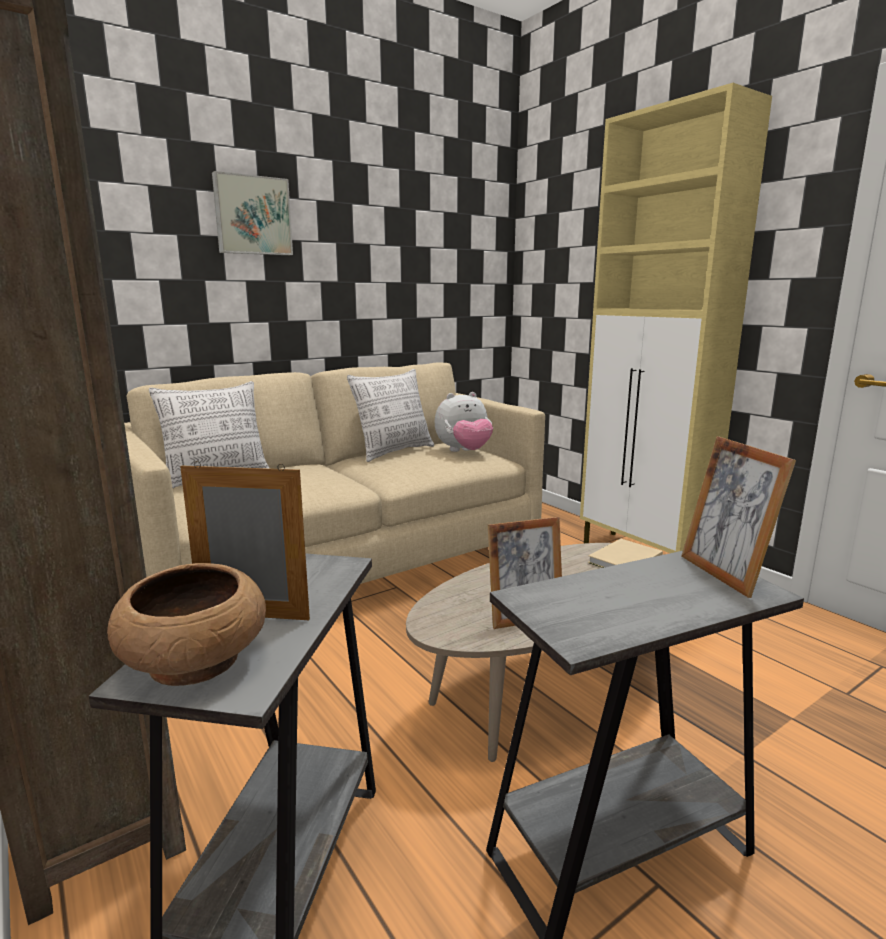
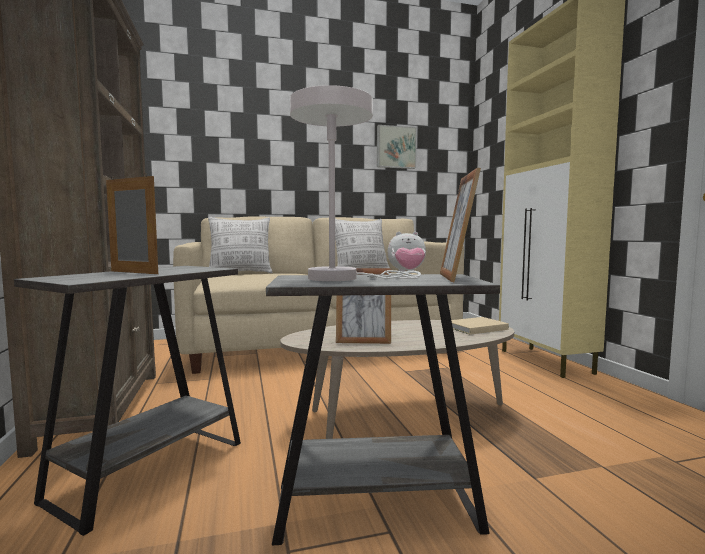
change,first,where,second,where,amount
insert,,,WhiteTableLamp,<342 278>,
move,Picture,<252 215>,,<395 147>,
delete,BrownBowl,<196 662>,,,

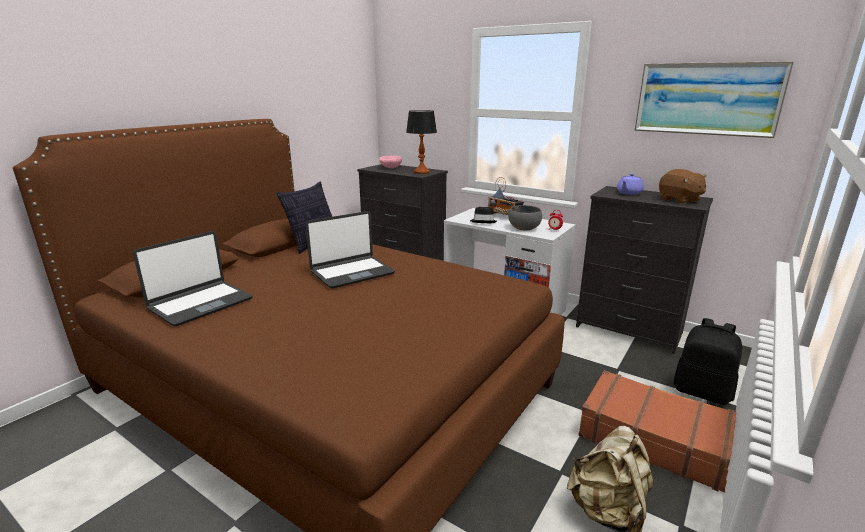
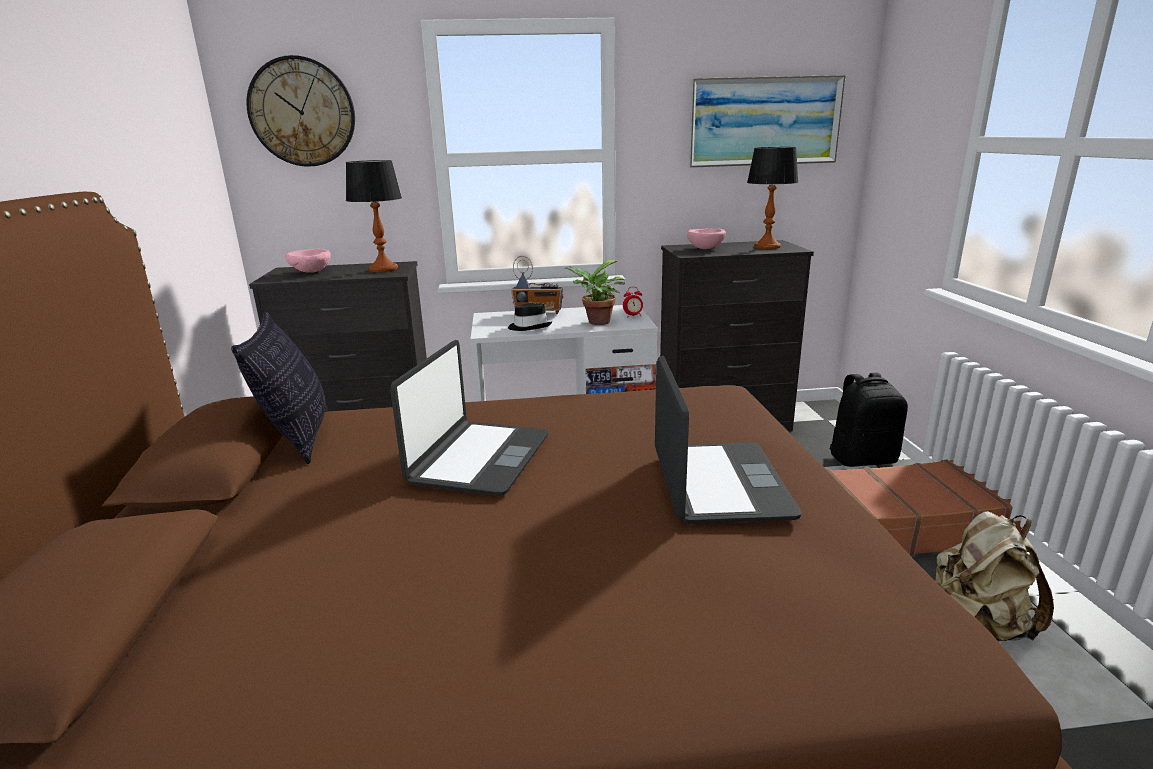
change,first,where,second,where,amount
insert,,,WallClock,<302 112>,
replace,GreyBowl,<524 228>,PottedPlant,<596 322>,
move,Laptop,<200 304>,,<718 483>,
replace,PurpleTeapot,<628 193>,PinkBowl,<706 248>,
replace,BrownPlushToy,<679 200>,TableLamp,<766 247>,

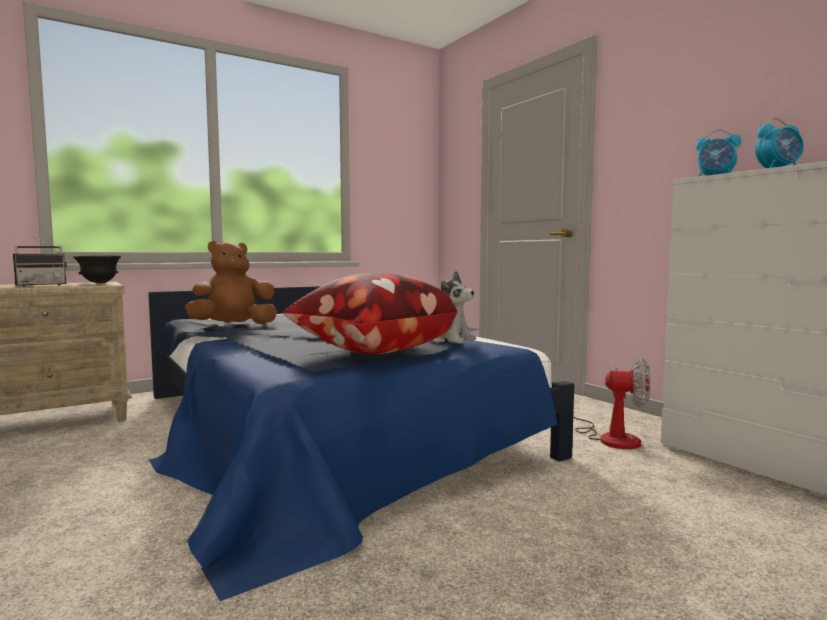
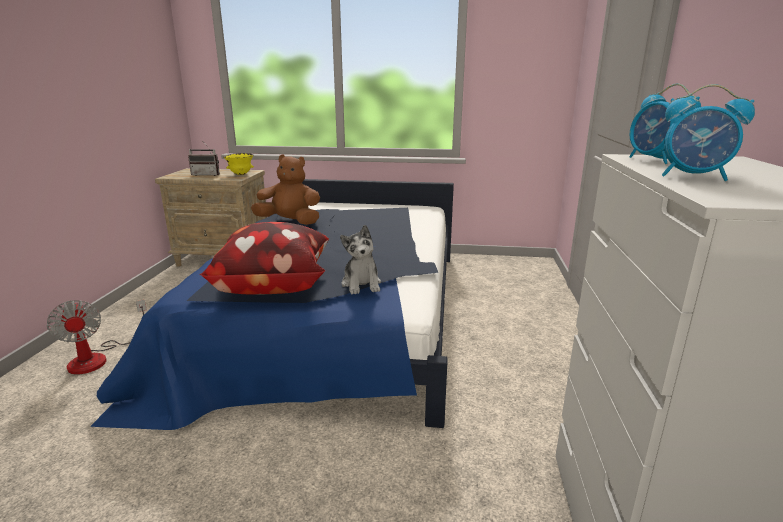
change,first,where,second,where,amount
move,Fan,<609 437>,,<98 357>,
recolor,BlackBowl,<99 283>,YellowBowl,<240 174>,

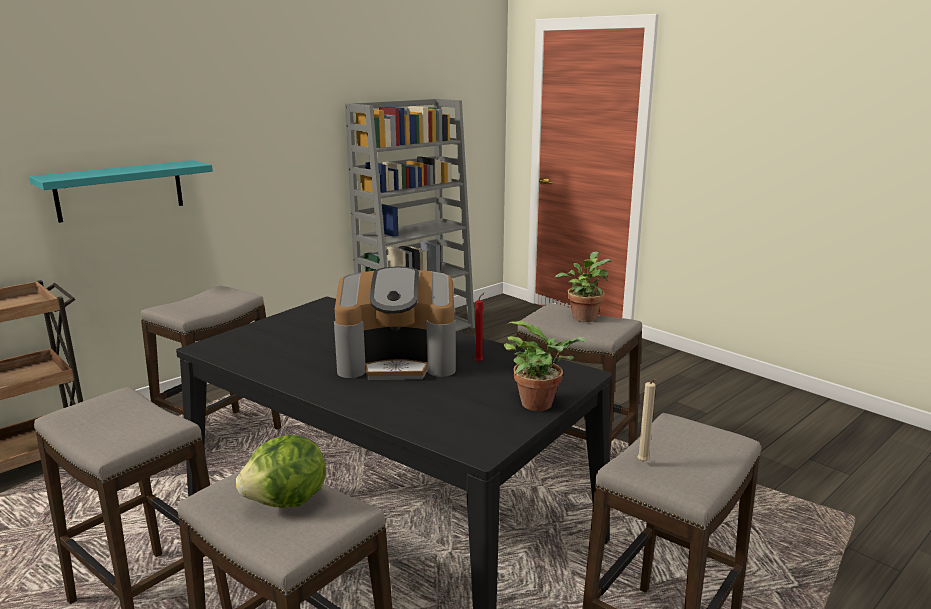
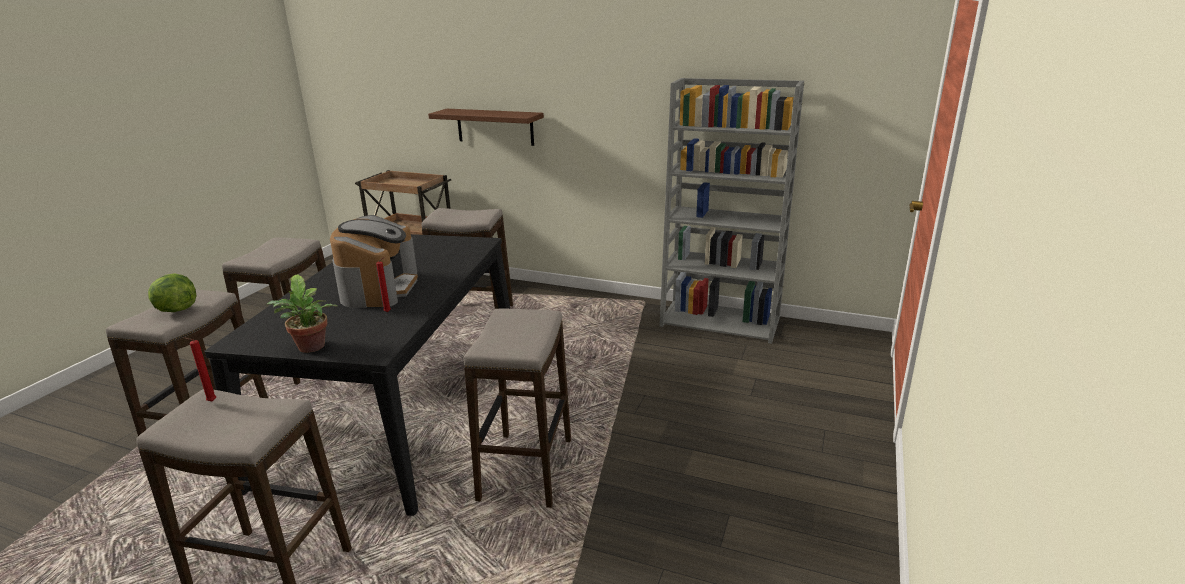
change,first,where,second,where,amount
recolor,BeigeCandle,<643 463>,RedCandle,<210 402>,
rotate,CoffeeMachine,<399 361>,,<379 288>,150 degrees counterclockwise
recolor,TurquoiseShelf,<120 190>,BrownShelf,<495 127>,
delete,PottedPlant,<583 317>,,,

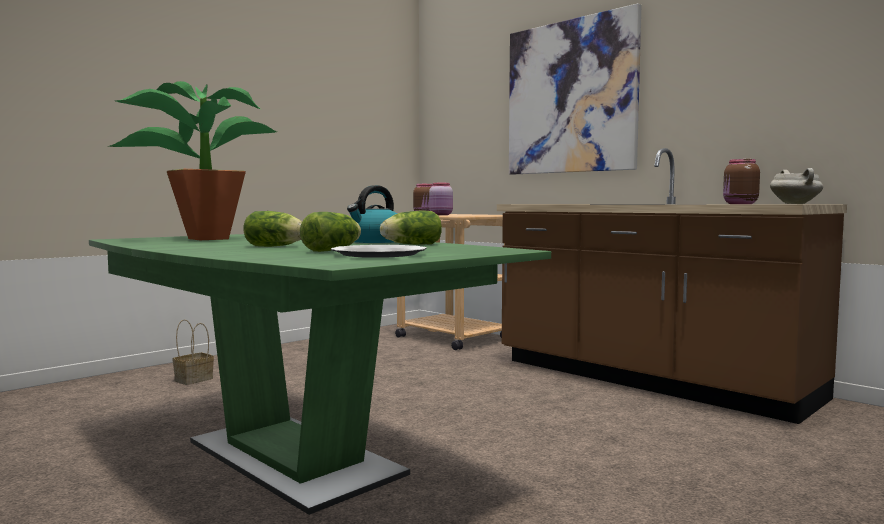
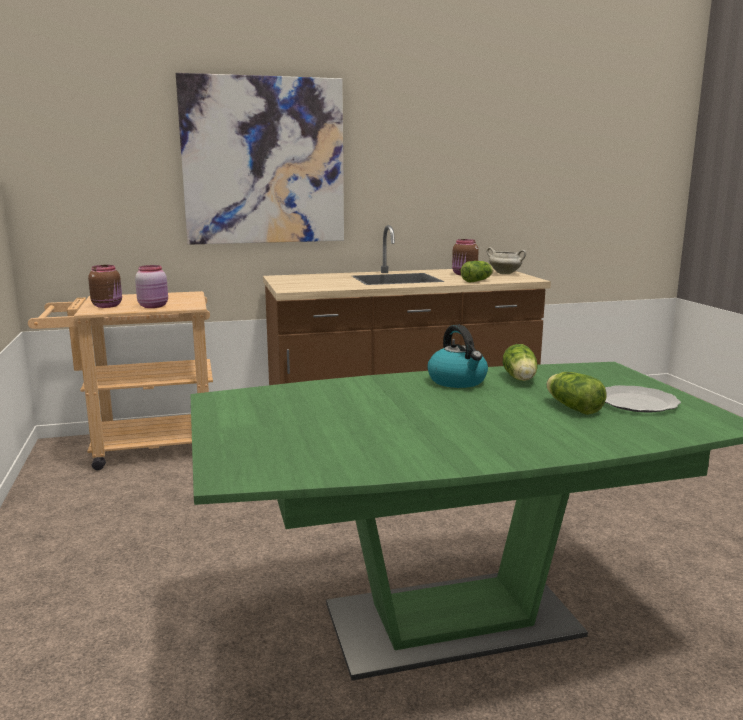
change,first,where,second,where,amount
move,Lettuce,<277 246>,,<478 281>,
delete,PottedPlant,<198 239>,,,
delete,Basket,<194 379>,,,

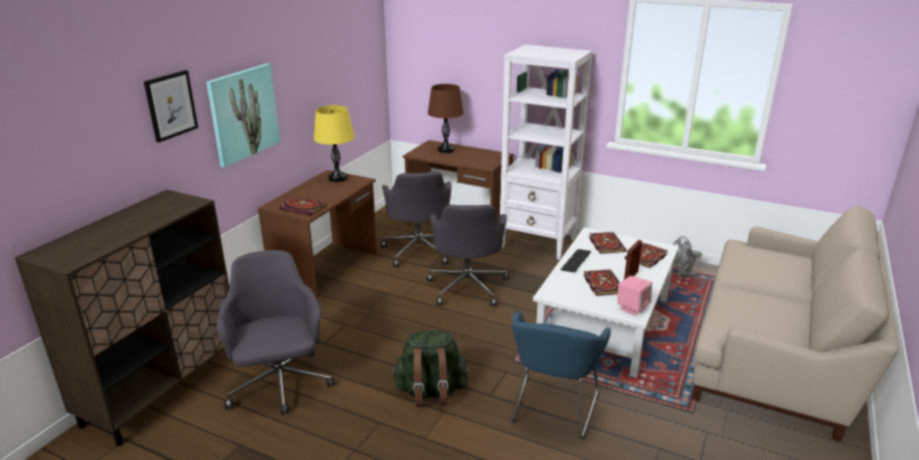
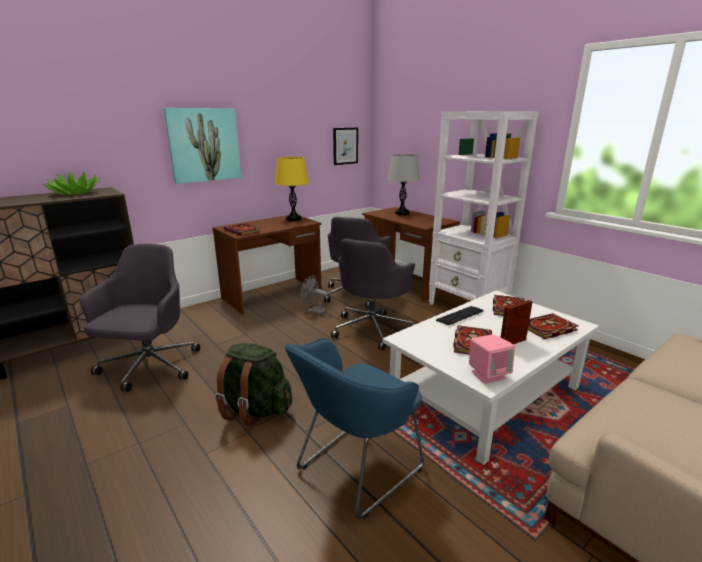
change,first,where,second,where,amount
insert,,,PottedPlant,<74 193>,
move,GreyFan,<681 274>,,<313 311>,
move,Picture,<171 105>,,<345 146>,
recolor,BrownTableLamp,<446 150>,GreyTableLamp,<402 213>,

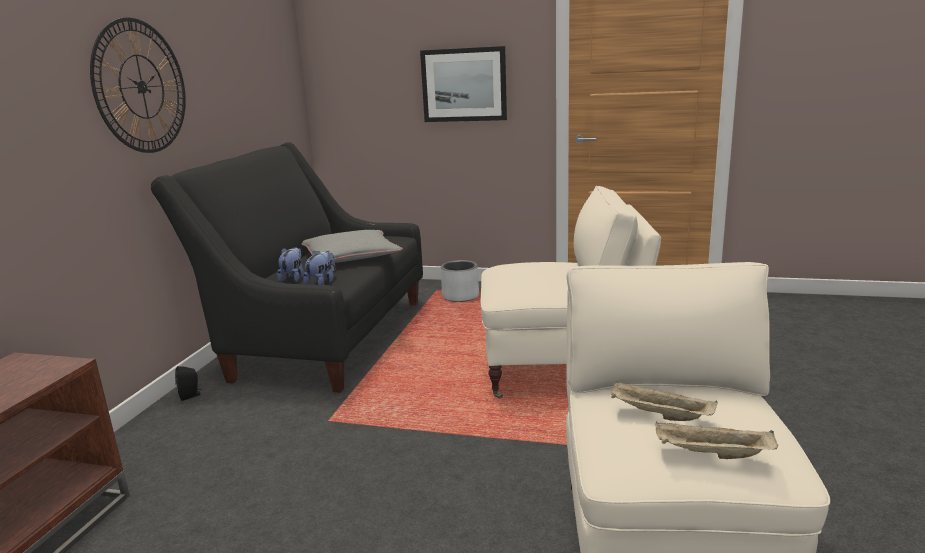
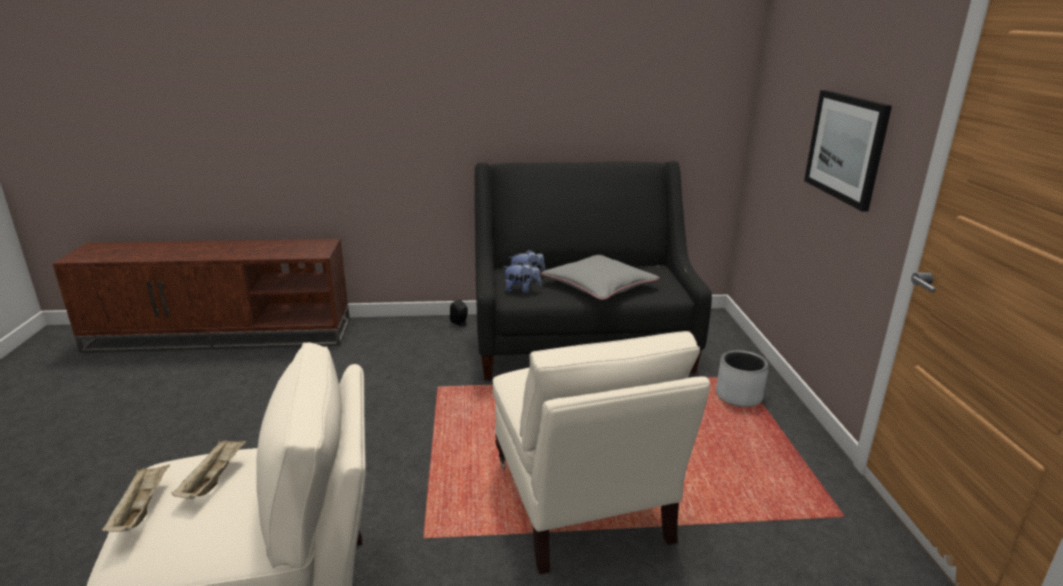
change,first,where,second,where,amount
delete,WallClock,<141 87>,,,

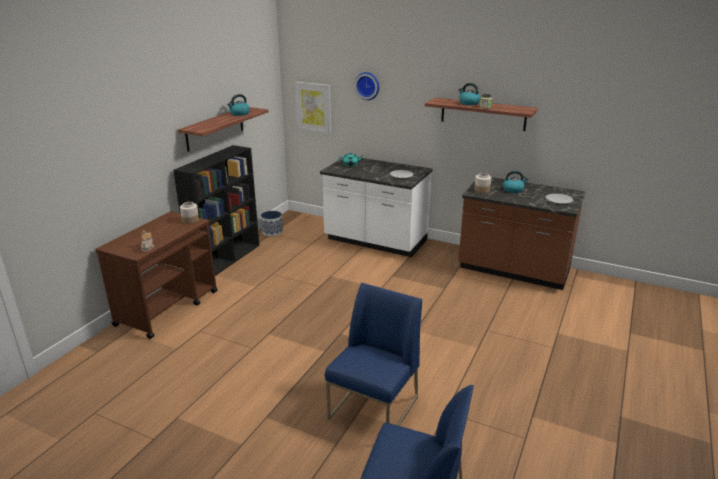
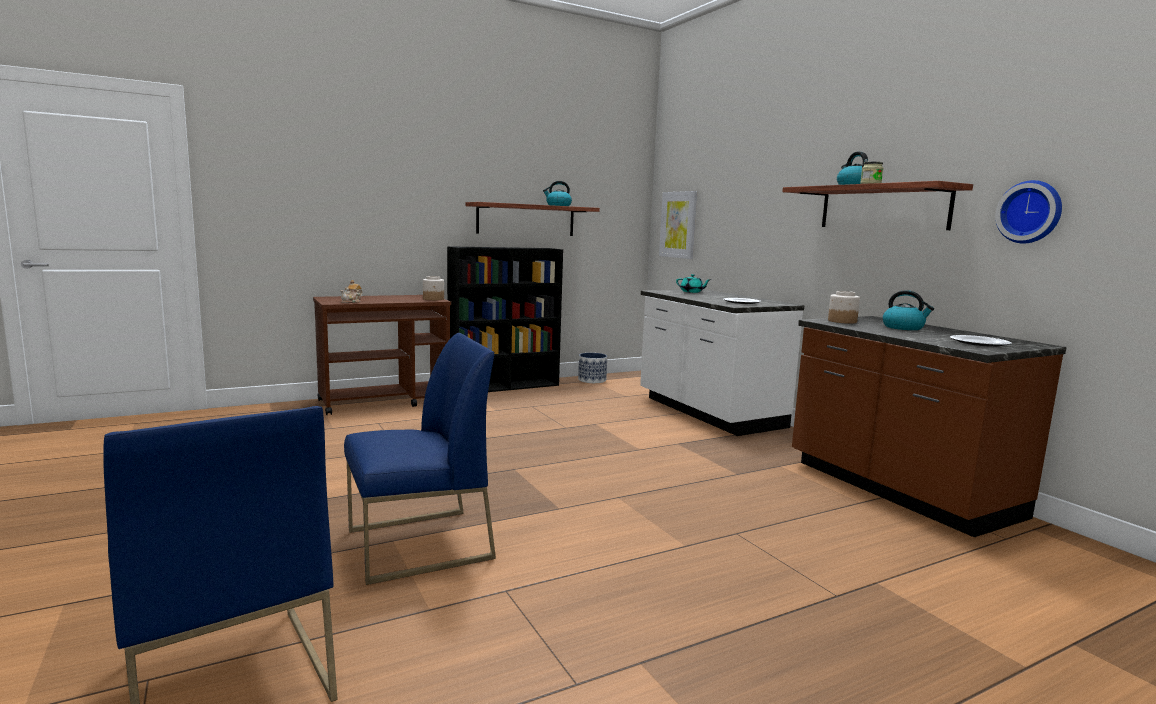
change,first,where,second,where,amount
move,WallClock,<367 85>,,<1030 212>,

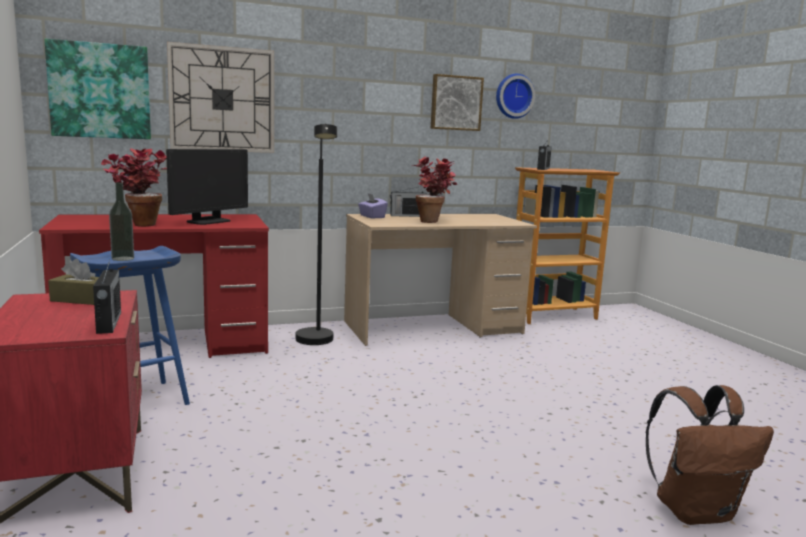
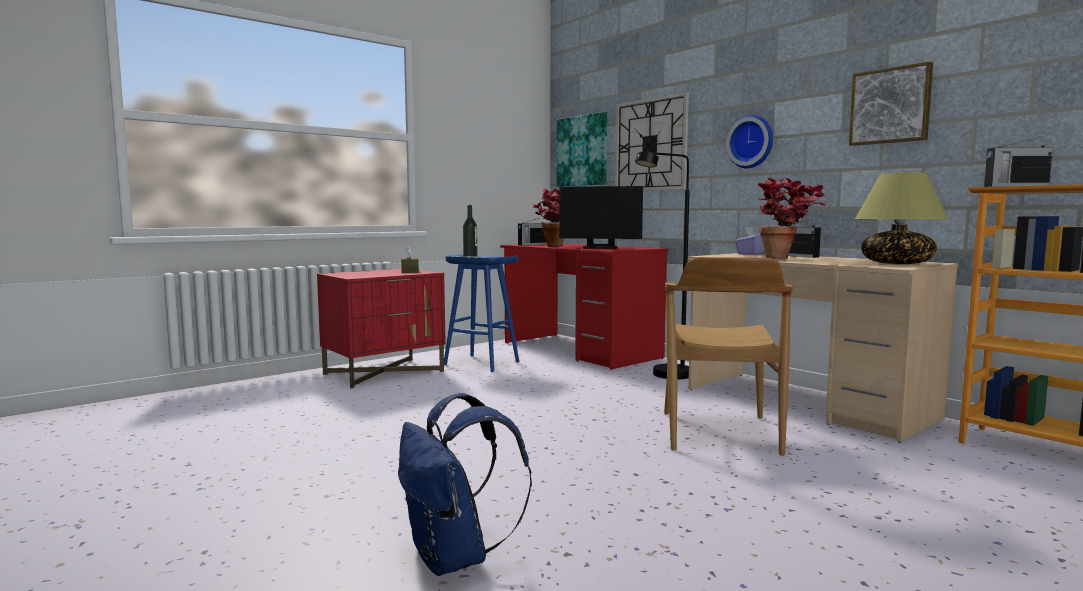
change,first,where,second,where,amount
recolor,BrownBackpack,<695 511>,BlueBackpack,<455 558>,
move,Radio,<108 323>,,<532 244>,
insert,,,BrownChair,<718 433>,
move,WallClock,<513 96>,,<752 142>,
insert,,,TableLamp,<897 263>,

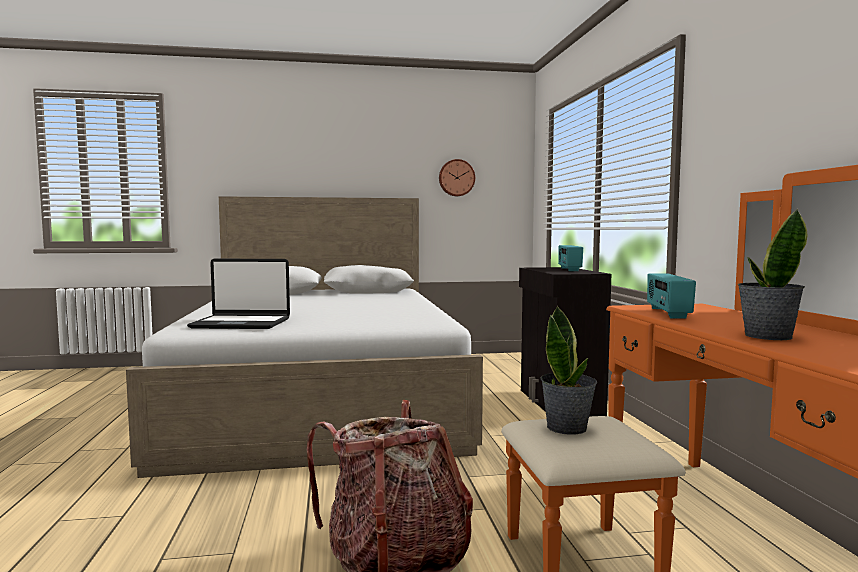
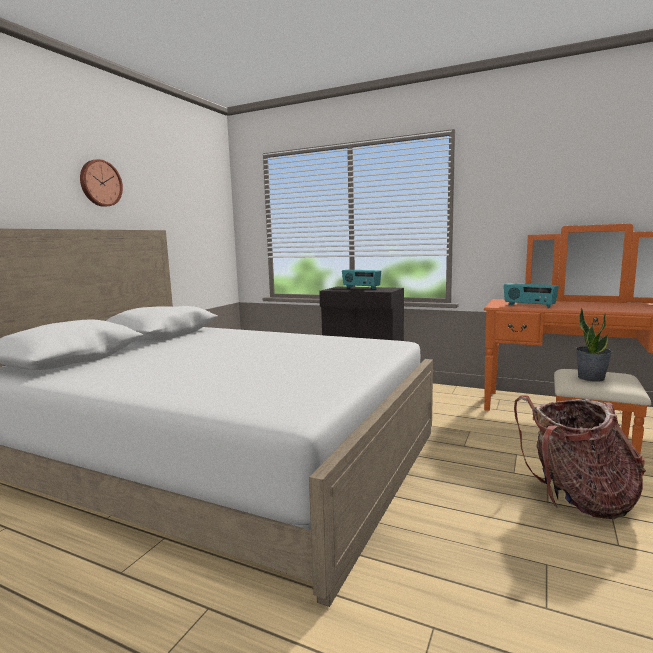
change,first,where,second,where,amount
move,WallClock,<456 178>,,<100 183>,
delete,Laptop,<241 323>,,,
delete,PottedPlant,<767 336>,,,

